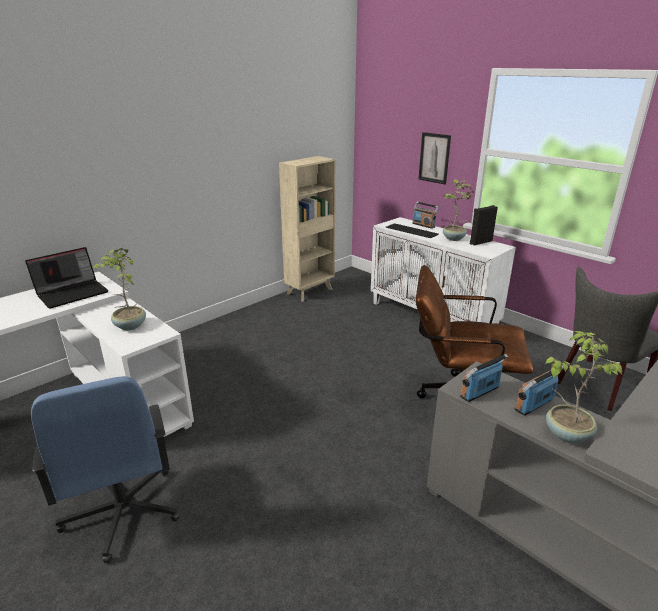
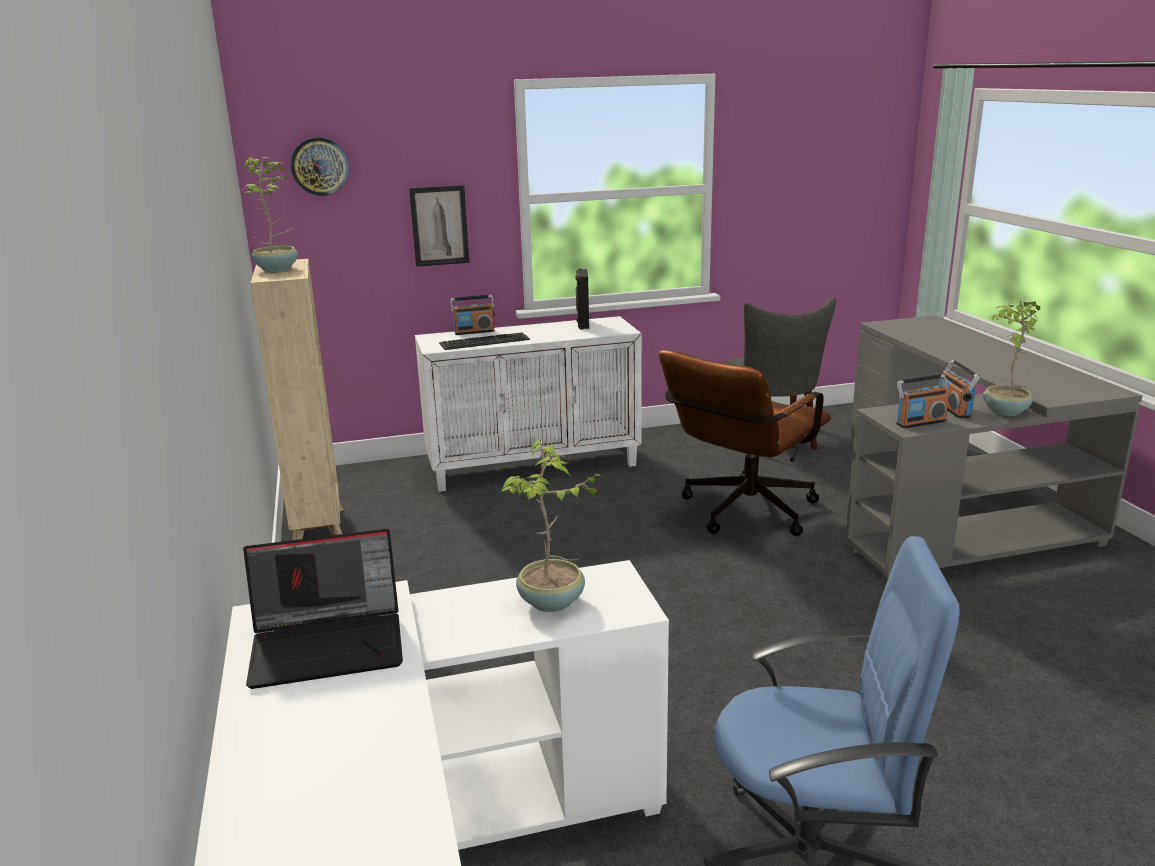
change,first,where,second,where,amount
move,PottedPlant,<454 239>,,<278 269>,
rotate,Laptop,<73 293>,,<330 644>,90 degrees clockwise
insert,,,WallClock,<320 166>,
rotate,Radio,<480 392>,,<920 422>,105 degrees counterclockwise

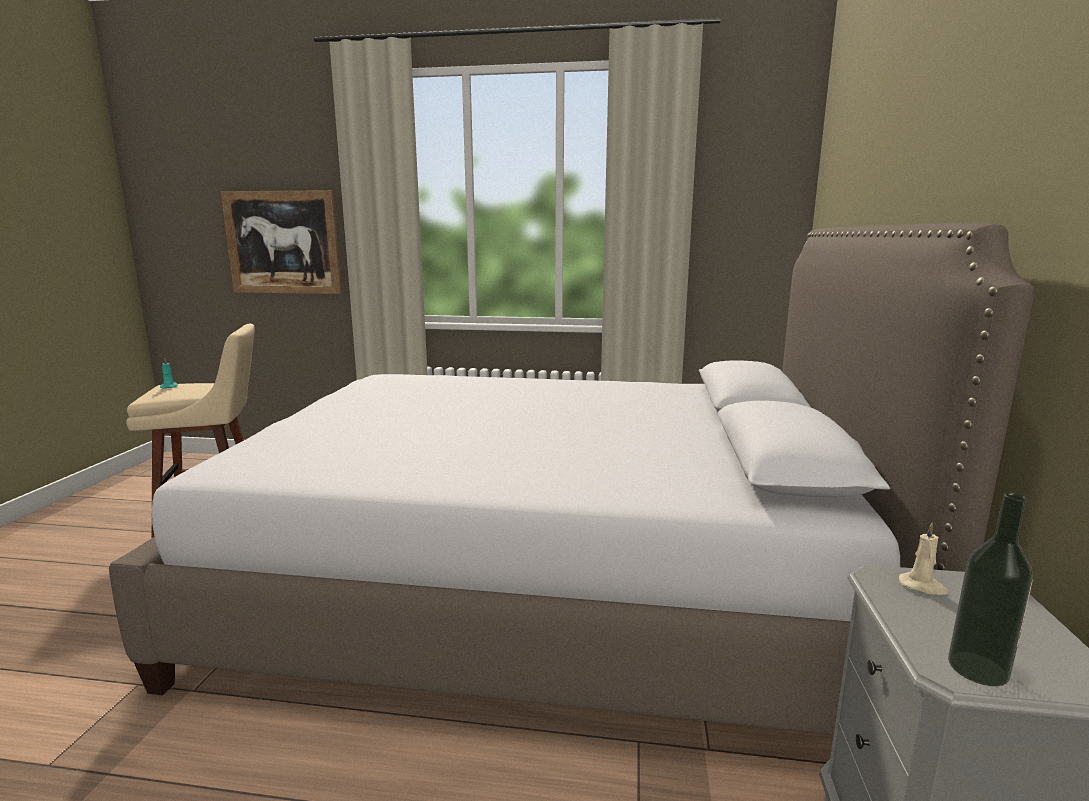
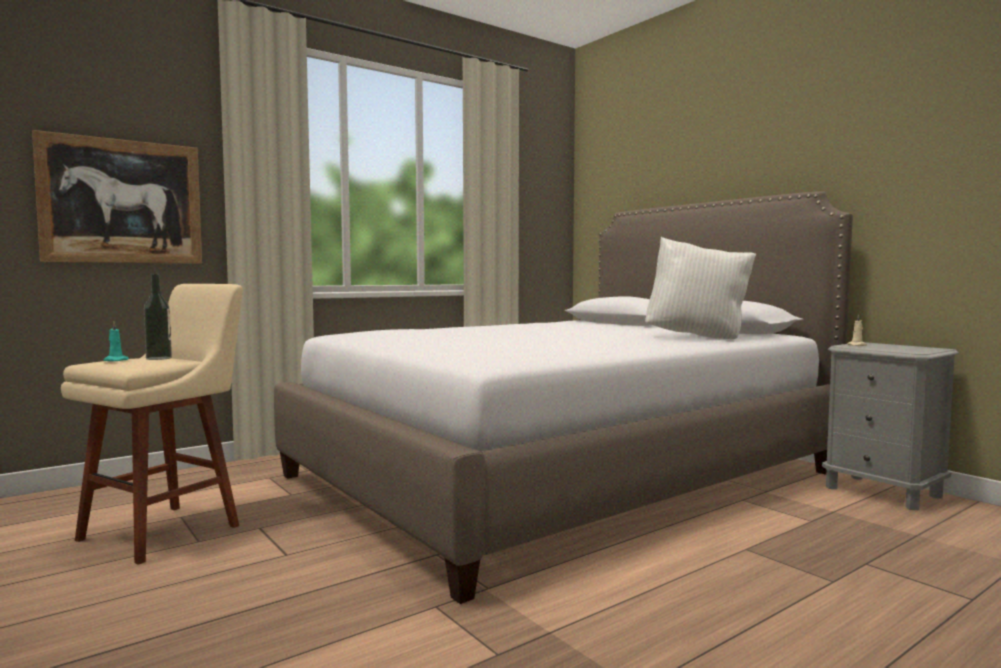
change,first,where,second,where,amount
move,Bottle,<978 669>,,<159 358>,
insert,,,WhitePillow,<698 337>,

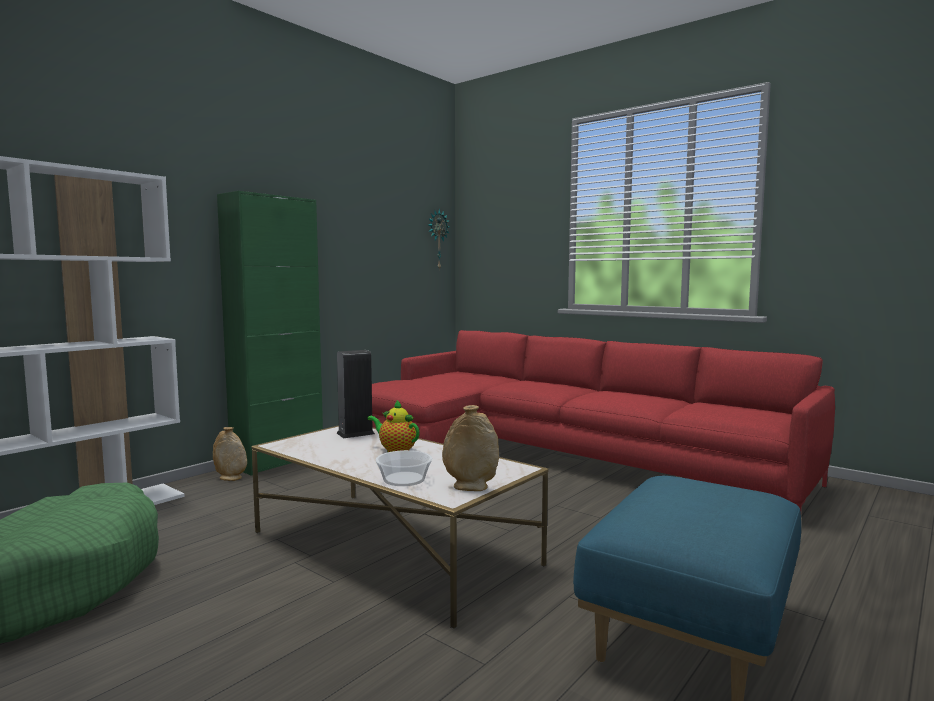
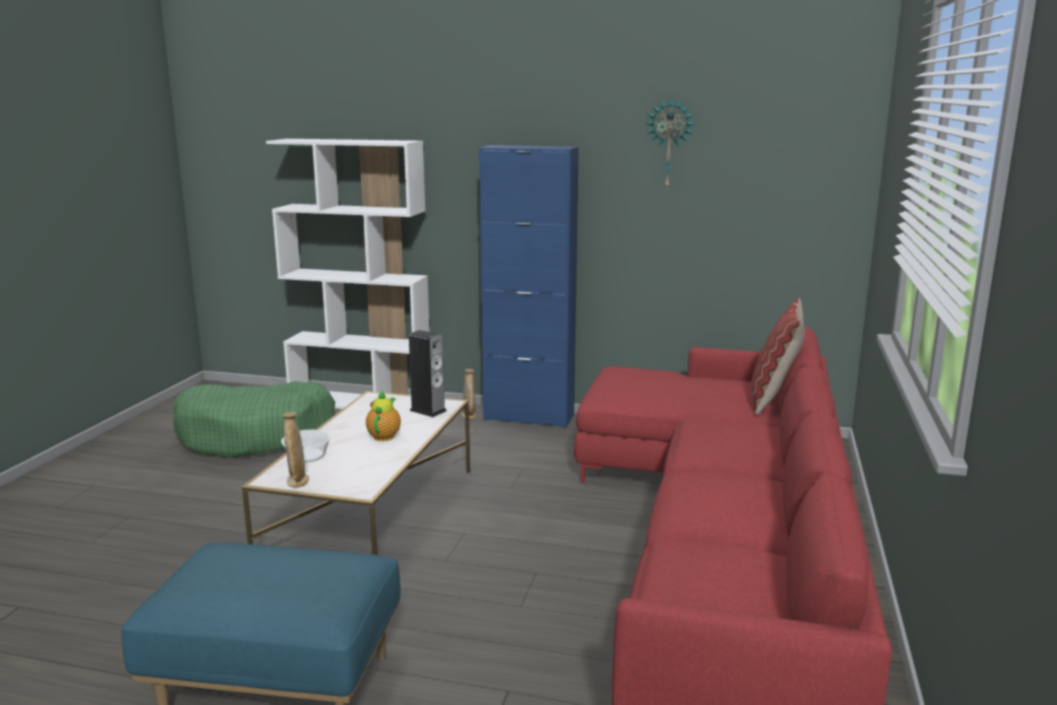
change,first,where,second,where,amount
recolor,GreenCabinet,<278 461>,BlueCabinet,<529 417>,
move,WallClock,<437 239>,,<669 144>,
insert,,,Pillow,<773 400>,

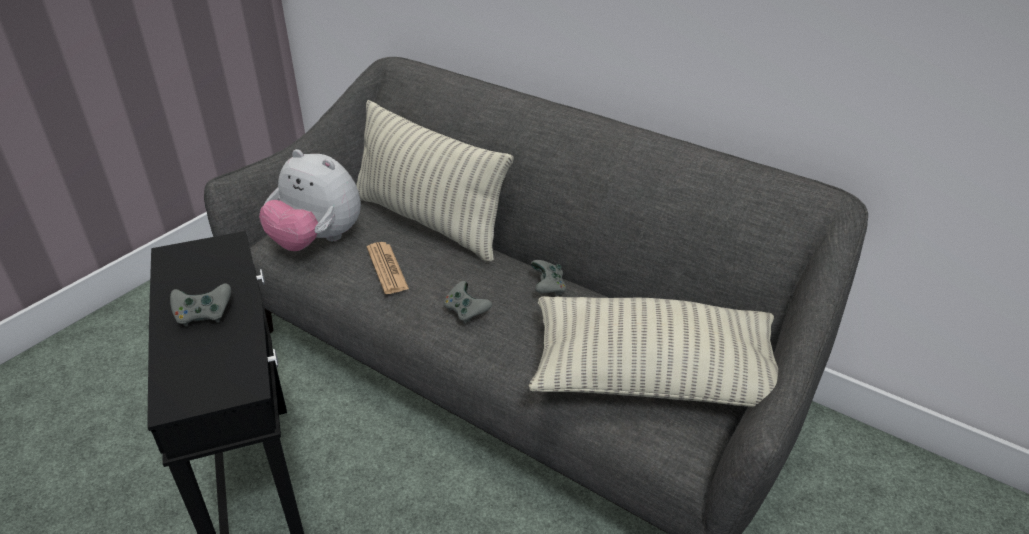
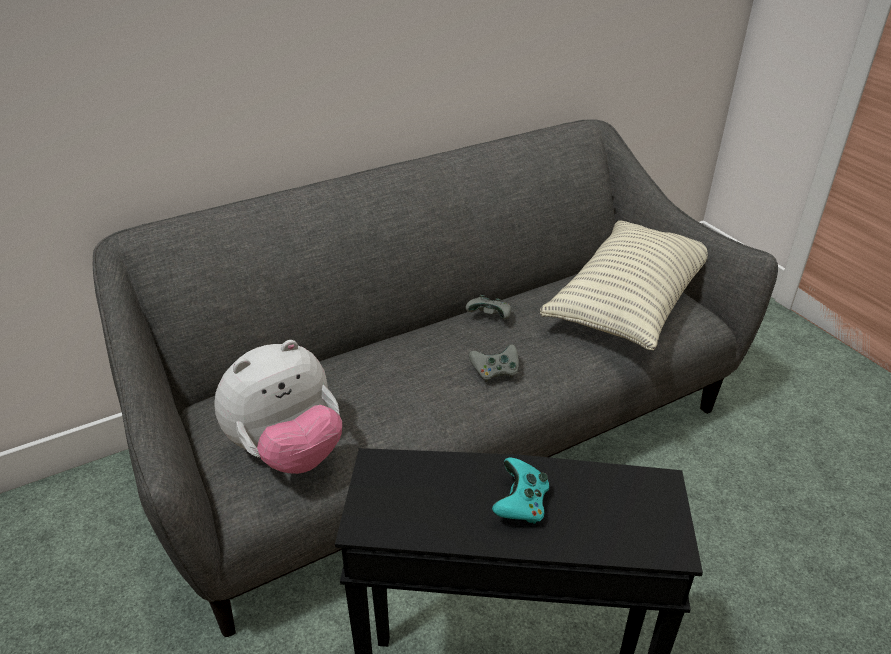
change,first,where,second,where,amount
recolor,GreyGameController,<203 316>,TurquoiseGameController,<521 505>,
delete,Pillow,<428 222>,,,
delete,Newspaper,<387 268>,,,

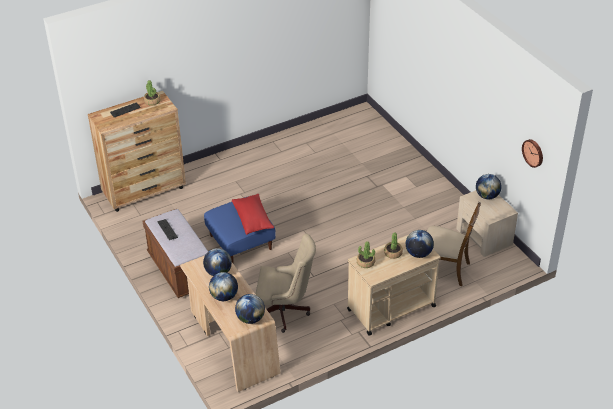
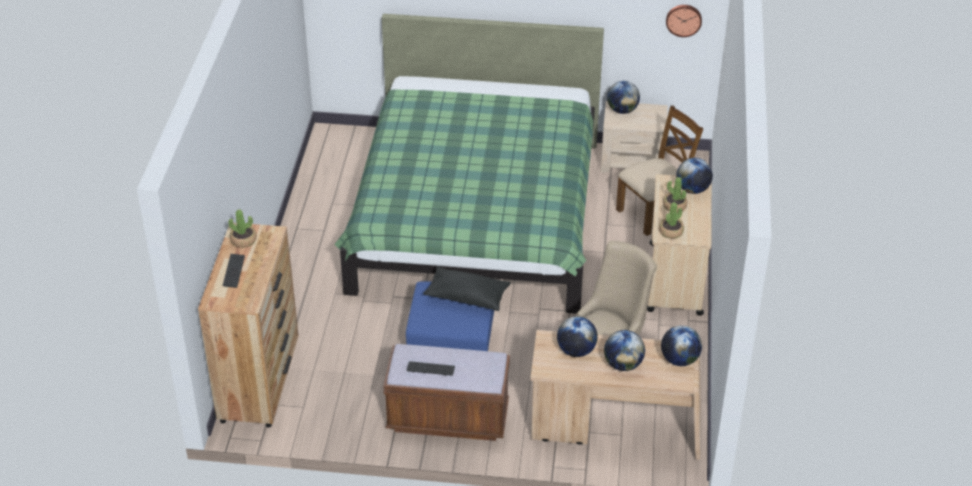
change,first,where,second,where,amount
insert,,,GreenBed,<476 216>,
recolor,RedPillow,<252 219>,BlackPillow,<467 297>,

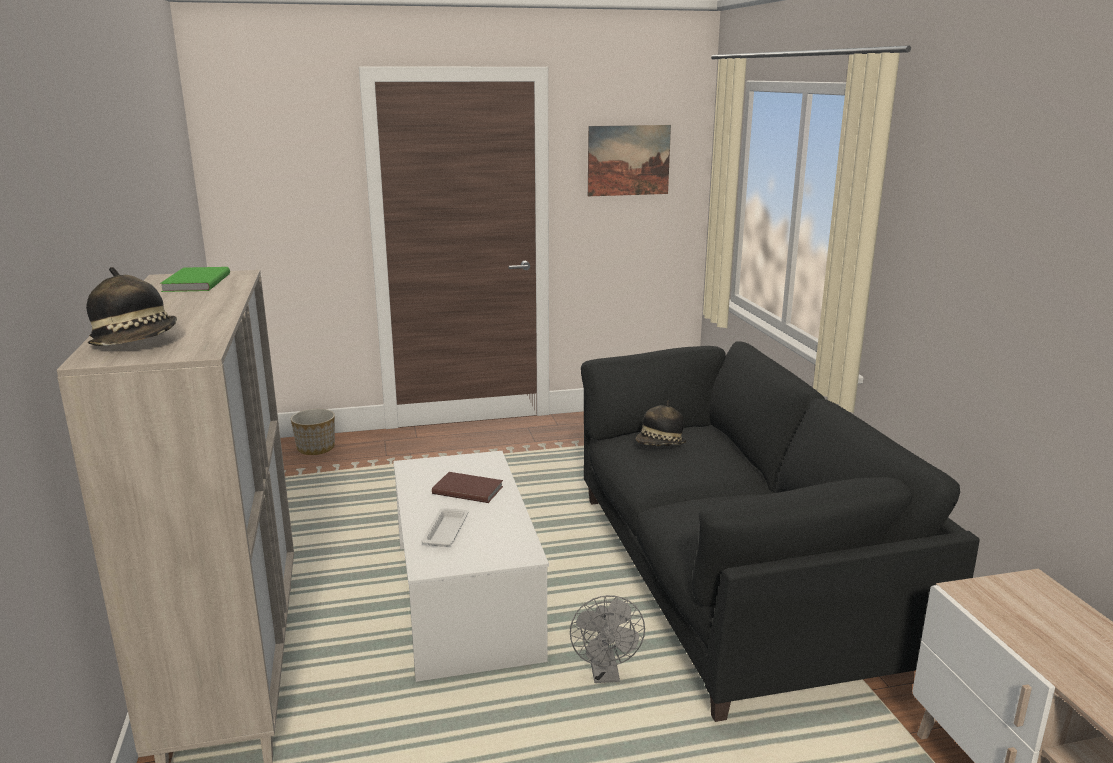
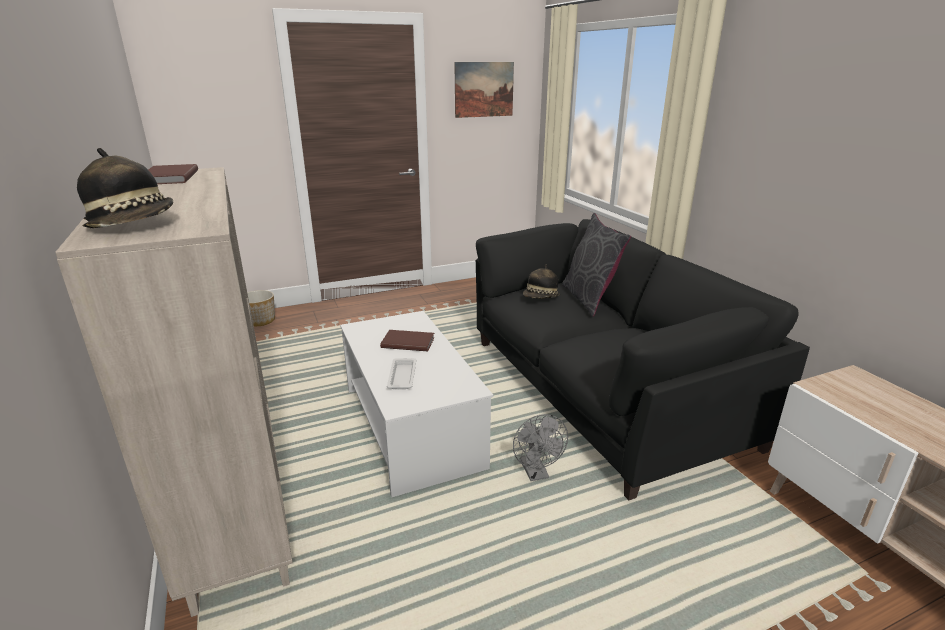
change,first,where,second,where,amount
recolor,GreenBook,<194 283>,BrownBook,<168 178>,
insert,,,GreyPillow,<589 299>,

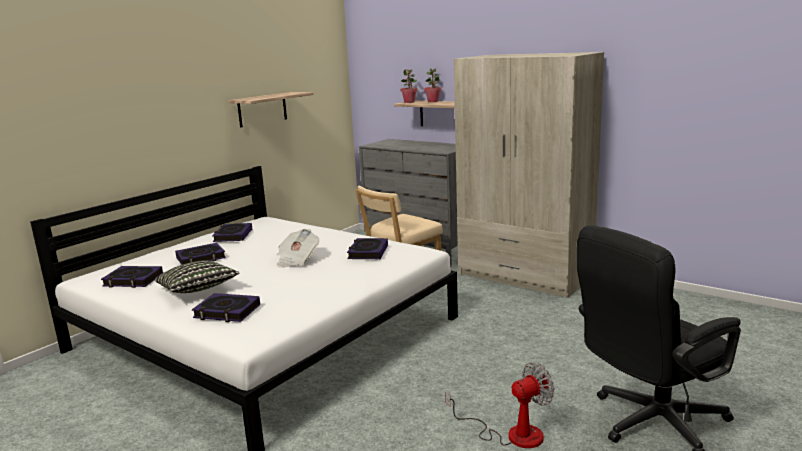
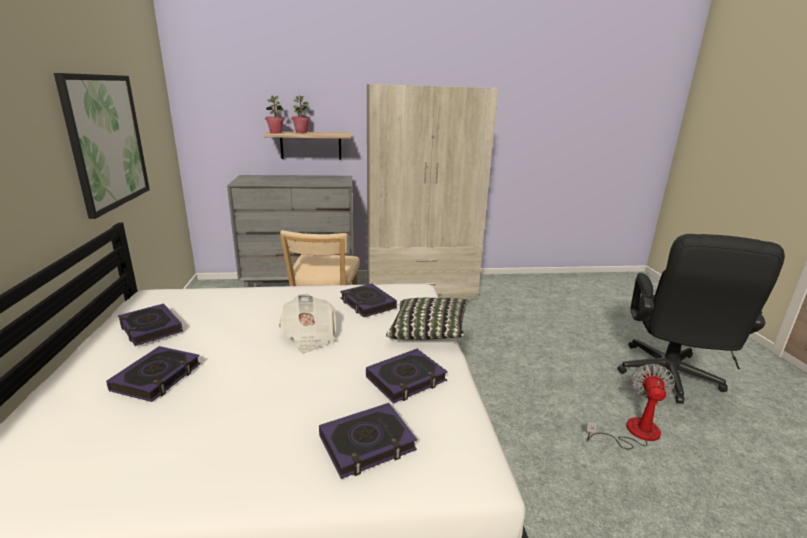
change,first,where,second,where,amount
replace,Shelf,<262 109>,Picture,<106 141>,
move,Book,<133 280>,,<406 379>,
move,Pillow,<198 290>,,<428 331>,

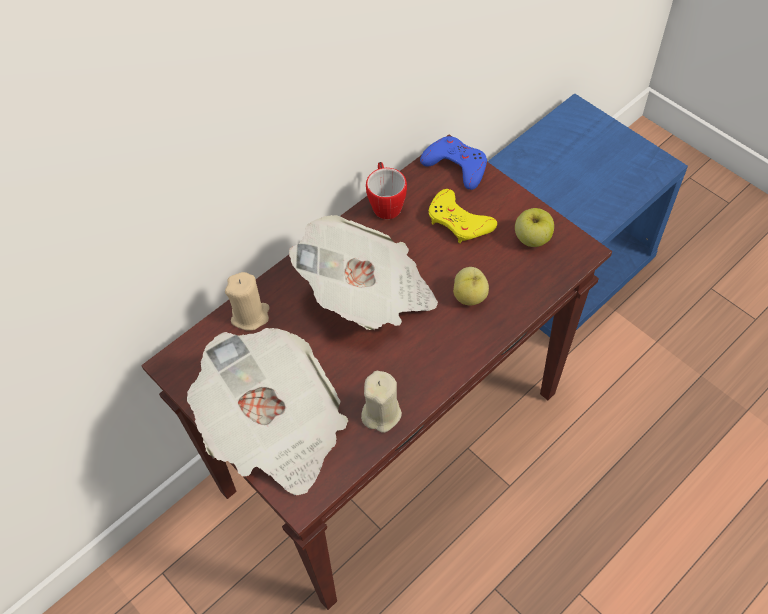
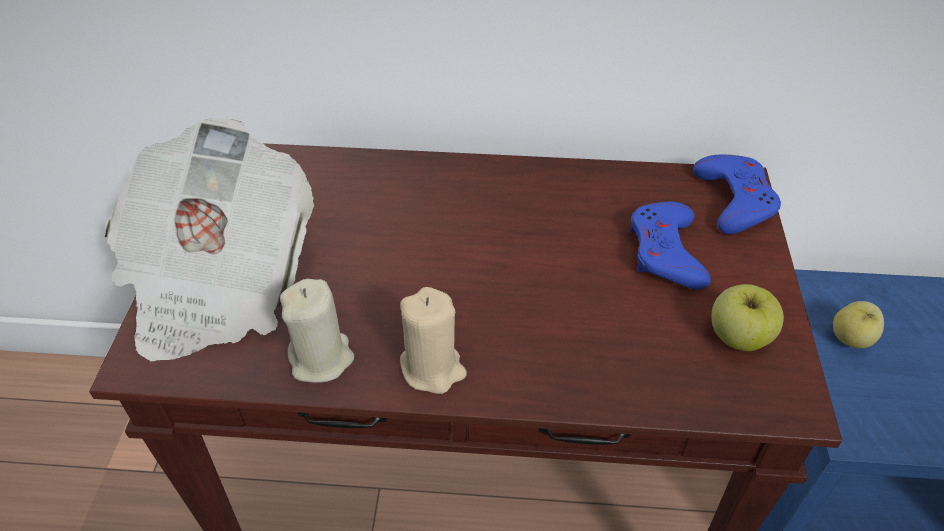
change,first,where,second,where,amount
move,BeigeCandle,<250 315>,,<432 368>,
recolor,YellowGameController,<459 221>,BlueGameController,<666 252>,
move,Apple,<470 296>,,<851 338>,
delete,Newspaper,<368 294>,,,
delete,Mug,<386 203>,,,

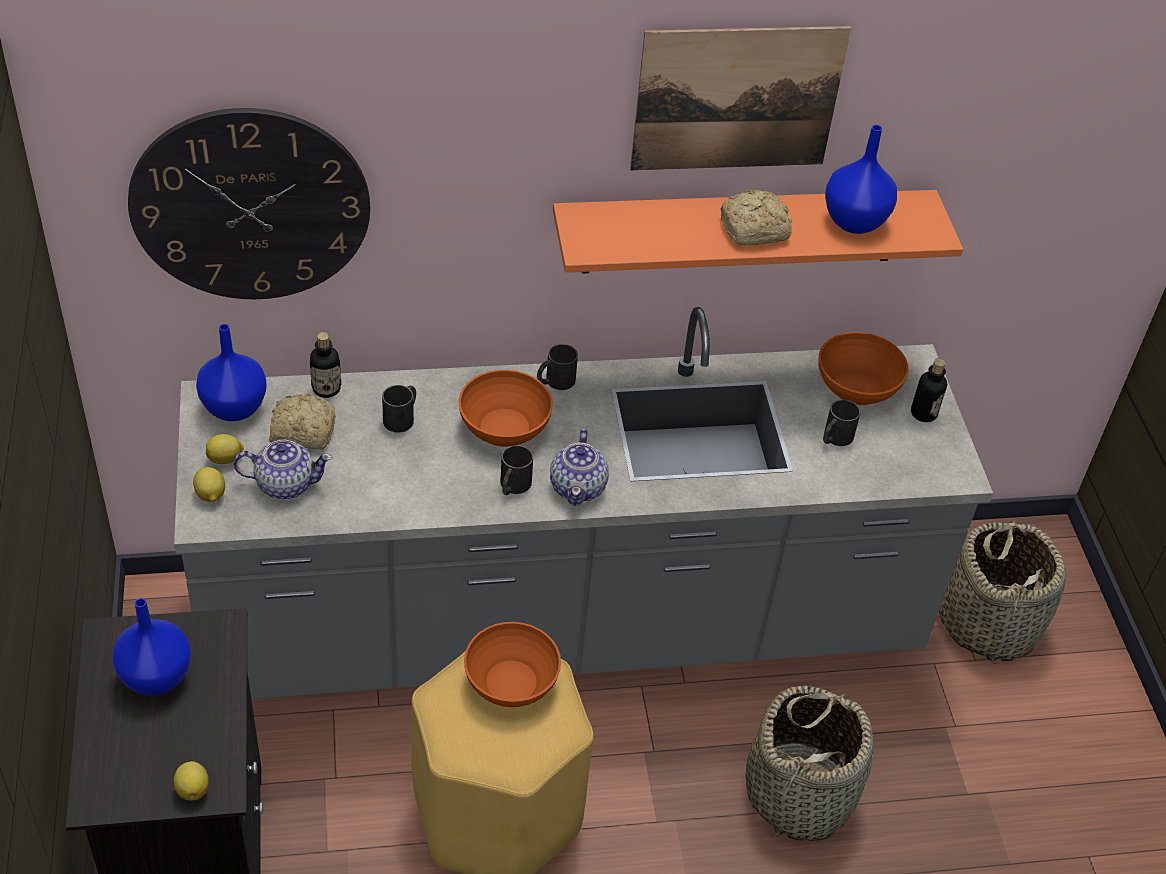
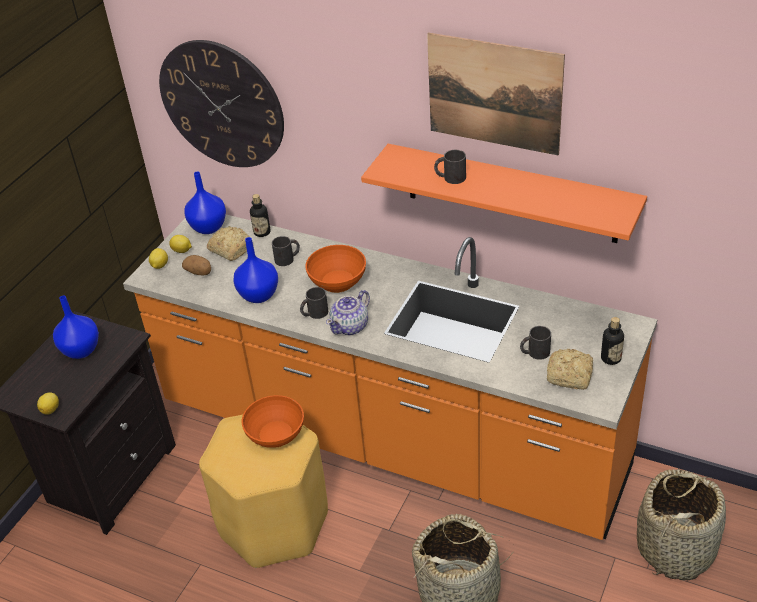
change,first,where,second,where,amount
recolor,GreyCounter,<565 628>,OrangeCounter,<390 440>,
replace,Teapot,<284 484>,Potato,<199 272>,
move,BlueVase,<854 222>,,<258 295>,
move,BlackMug,<555 381>,,<450 177>,
move,Bread,<756 229>,,<571 376>,
delete,OrangeBowl,<857 387>,,,

